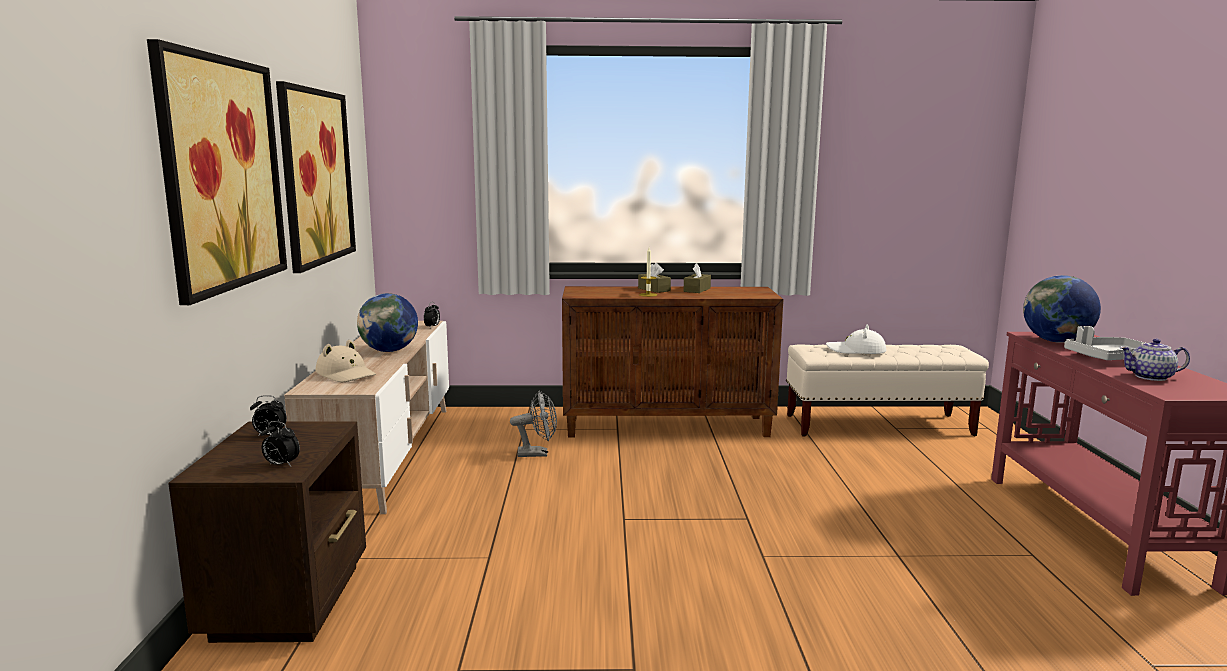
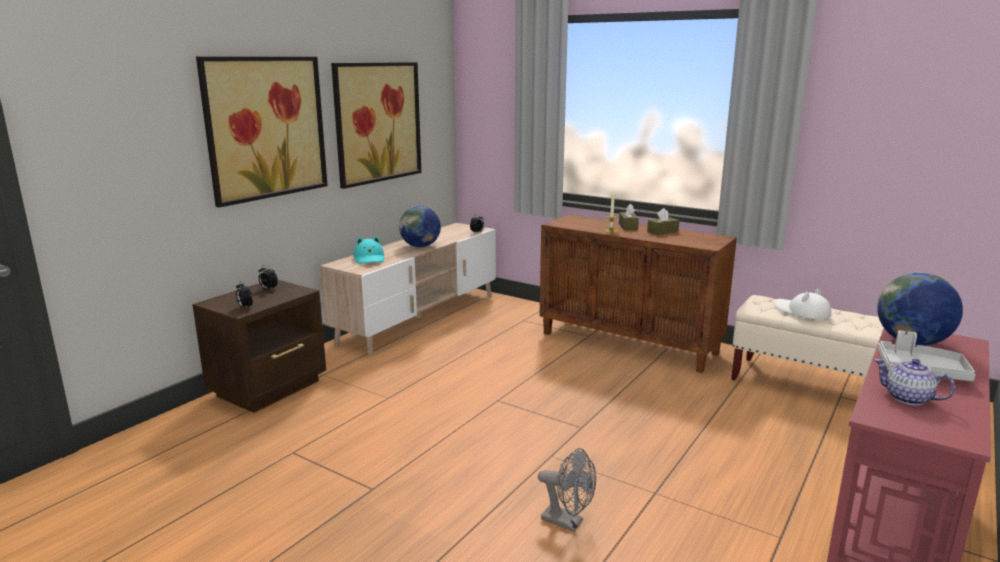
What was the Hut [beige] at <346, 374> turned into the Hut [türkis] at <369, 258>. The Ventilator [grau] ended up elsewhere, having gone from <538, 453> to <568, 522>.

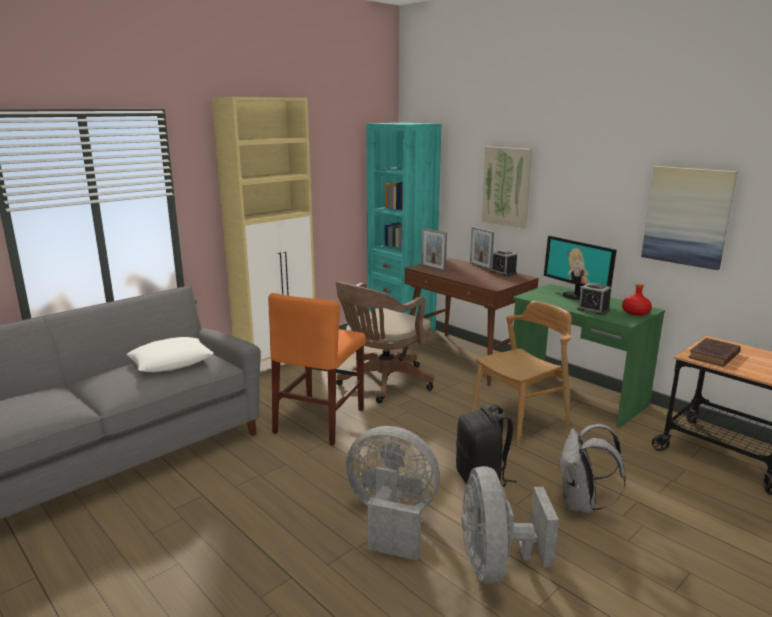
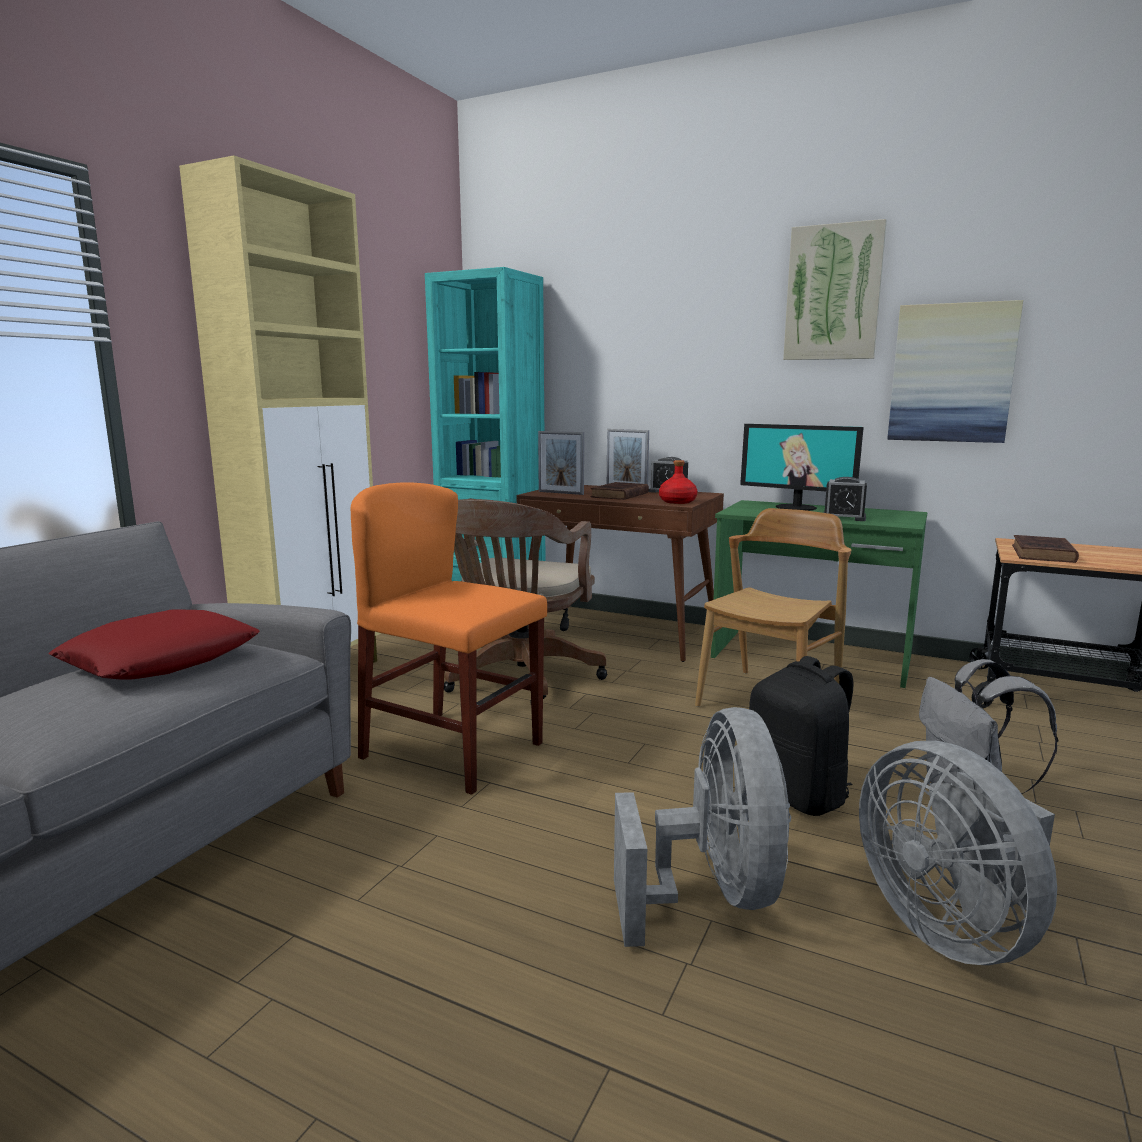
The Bild ended up elsewhere, having gone from <507, 186> to <833, 293>. The Flasche [rot] ended up elsewhere, having gone from <635, 312> to <677, 501>. The Stuhl [orange] at <320, 420> ended up facing another way, 120 degrees clockwise from before. What was the Kissen [weiß] at <171, 361> turned into the Kissen [rot] at <162, 659>. The Ventilator [grau] at <391, 520> ended up facing another way, 90 degrees clockwise from before. The second view gained the Buch [braun] at <619, 495>.

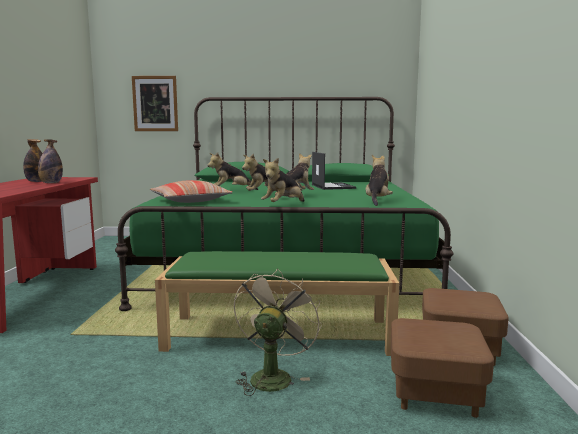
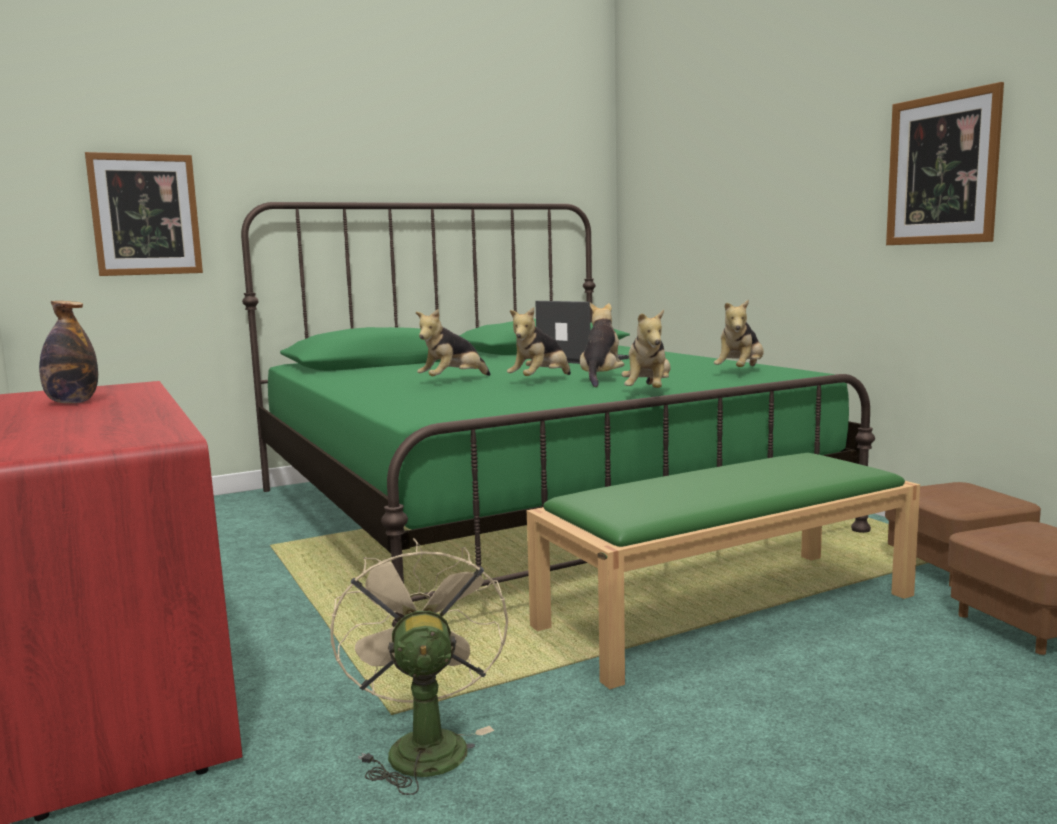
The second view lost the Flasche at <51, 183>. The Plüschtier at <377, 201> ended up facing another way, 135 degrees counterclockwise from before. The second view lost the Kissen at <190, 201>. The Ventilator [beige] ended up elsewhere, having gone from <272, 376> to <423, 744>. The second view gained the Bild at <942, 169>.

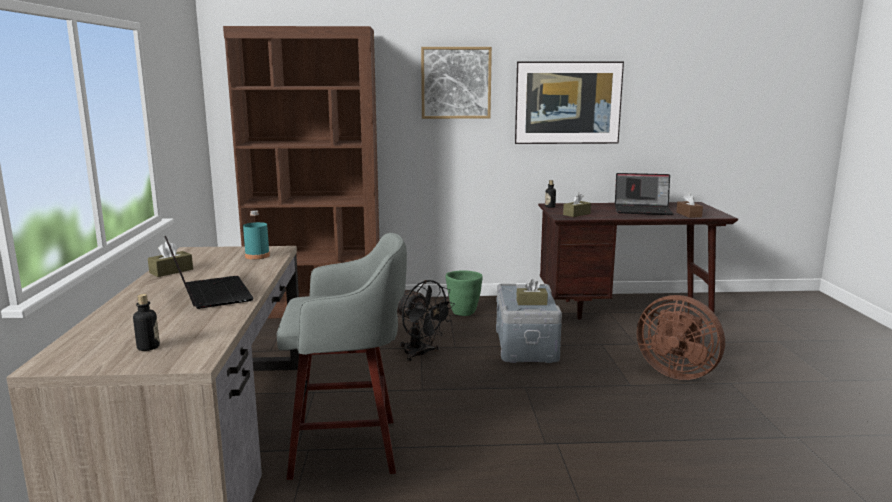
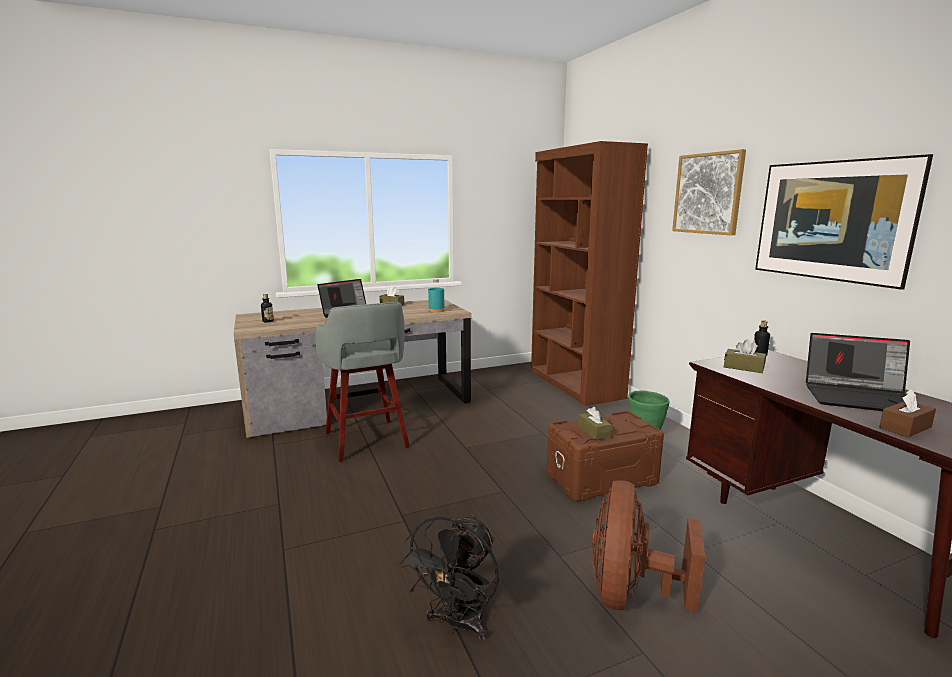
The Laptop at <643, 210> ended up facing another way, 60 degrees counterclockwise from before. The Ventilator [schwarz] ended up elsewhere, having gone from <421, 354> to <457, 624>. What was the Aufbewahrungsbox [grau] at <527, 345> turned into the Aufbewahrungsbox [braun] at <602, 479>.

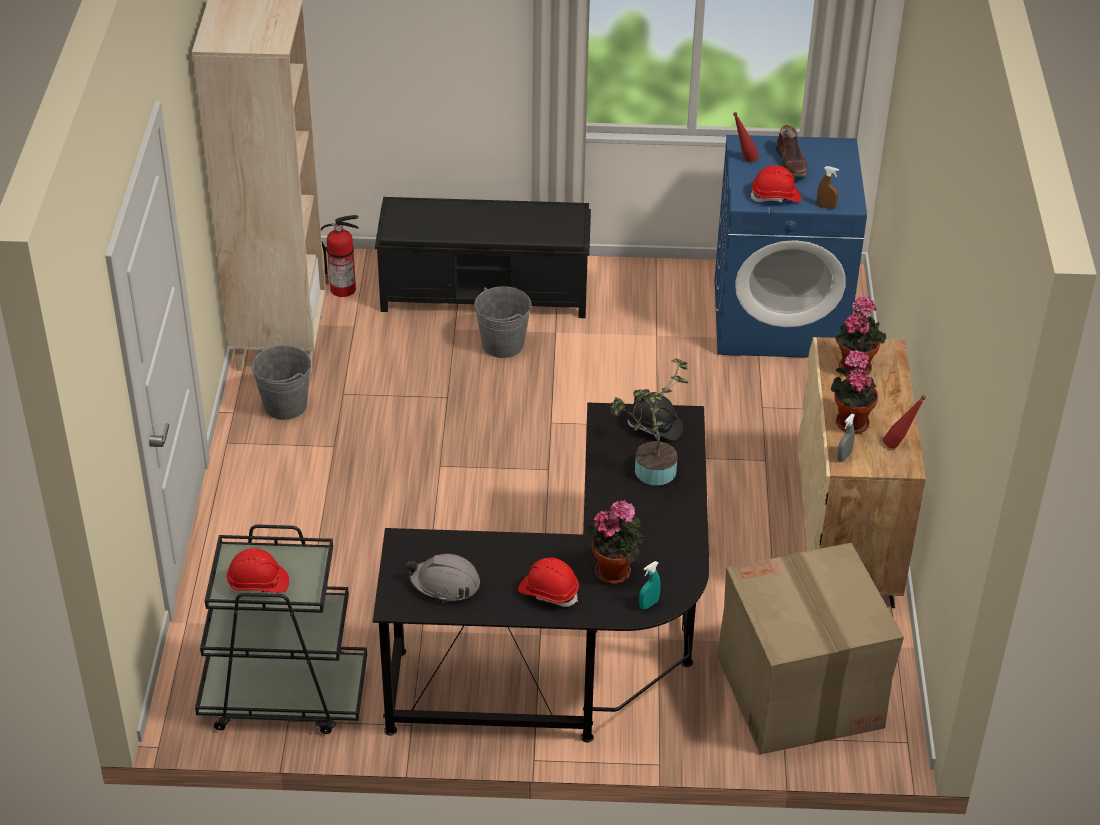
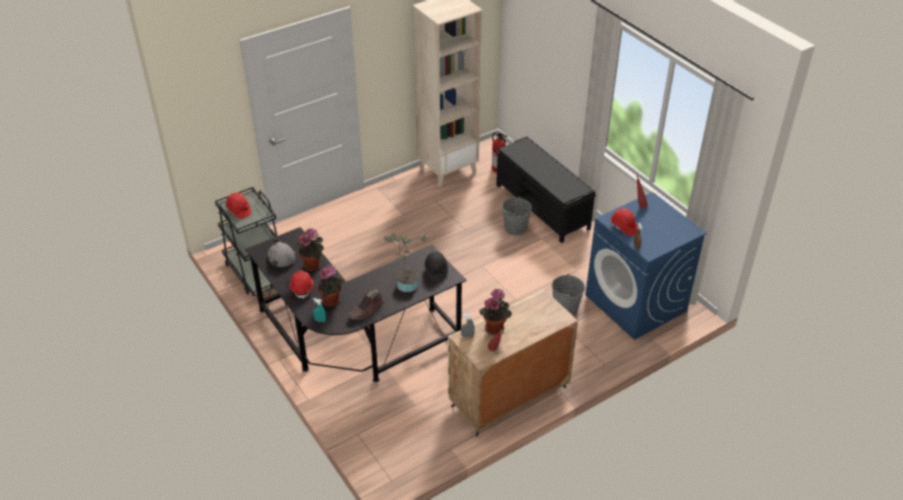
The Stiefel [braun] ended up elsewhere, having gone from <792, 163> to <366, 310>. The Topfpflanze ended up elsewhere, having gone from <854, 366> to <313, 264>. The Eimer [grau] ended up elsewhere, having gone from <285, 405> to <565, 308>. The second view lost the Karton at <800, 692>.

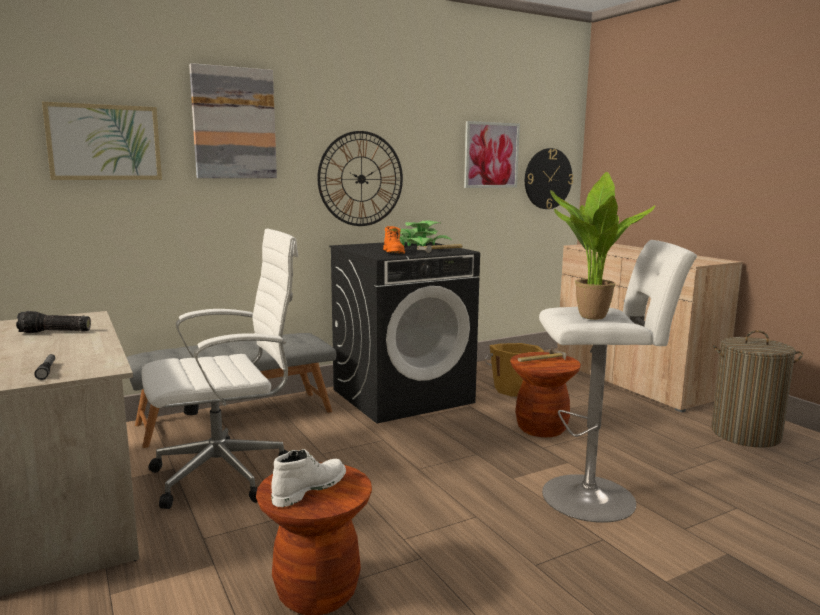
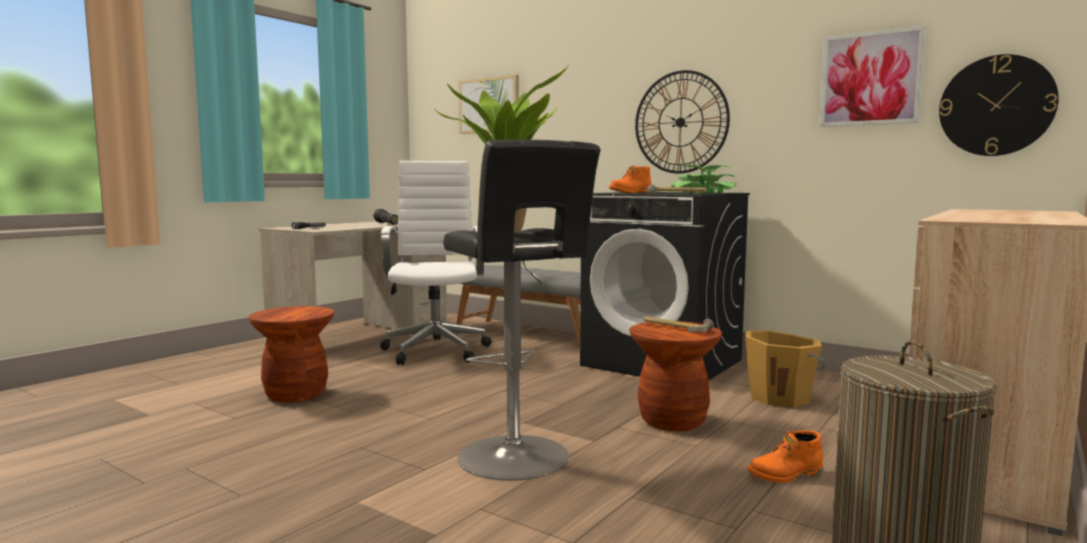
The second view lost the Bild at <234, 123>. The Bürostuhl [weiß] at <227, 474> ended up facing another way, 135 degrees counterclockwise from before. What was the Hocker [weiß] at <595, 497> turned into the Hocker [schwarz] at <517, 459>. The second view lost the Stiefel [weiß] at <309, 489>. The second view gained the Stiefel [orange] at <786, 475>.

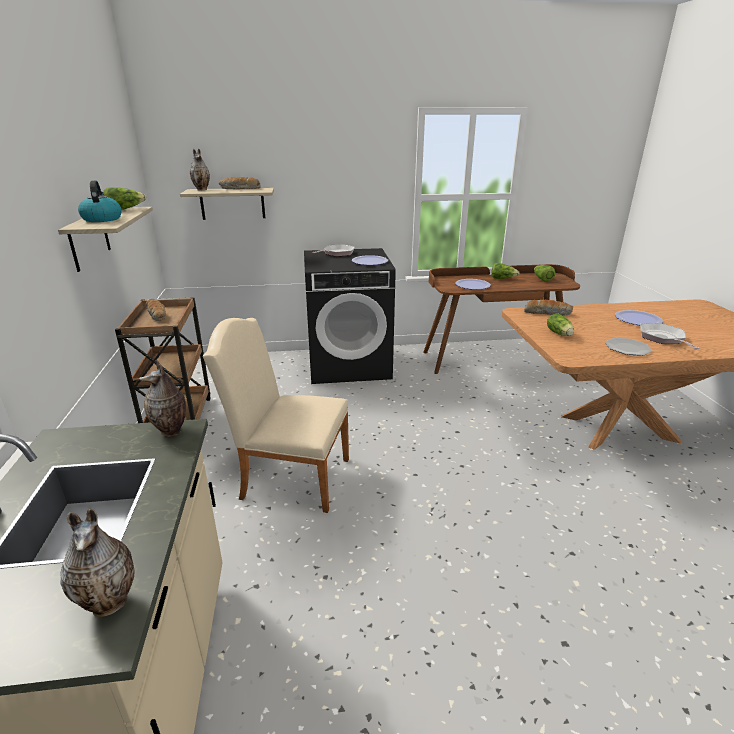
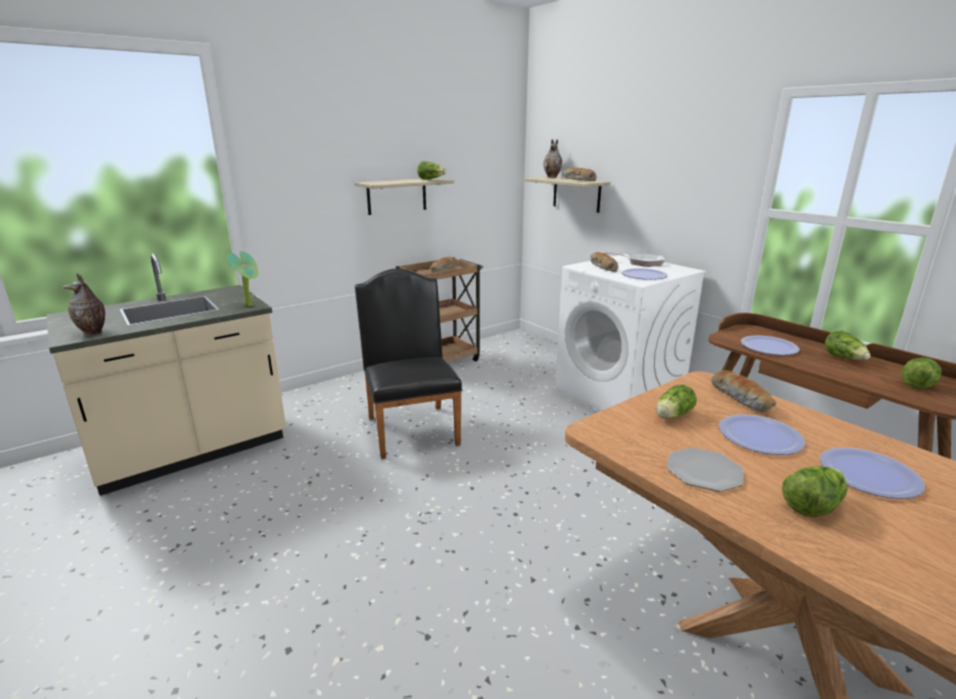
The second view lost the Wasserkessel at <102, 219>. What was the Waschmaschine [schwarz] at <349, 364> turned into the Waschmaschine [weiß] at <619, 393>. What was the Stuhl [beige] at <289, 476> turned into the Stuhl [schwarz] at <411, 427>. Where the Pfanne stood at <663, 338>, the Salatkopf came to stand at <812, 505>. Where the Vase stood at <172, 431>, the Topfpflanze came to stand at <250, 305>. The second view gained the Brot at <602, 267>. The second view gained the Teller at <760, 436>.

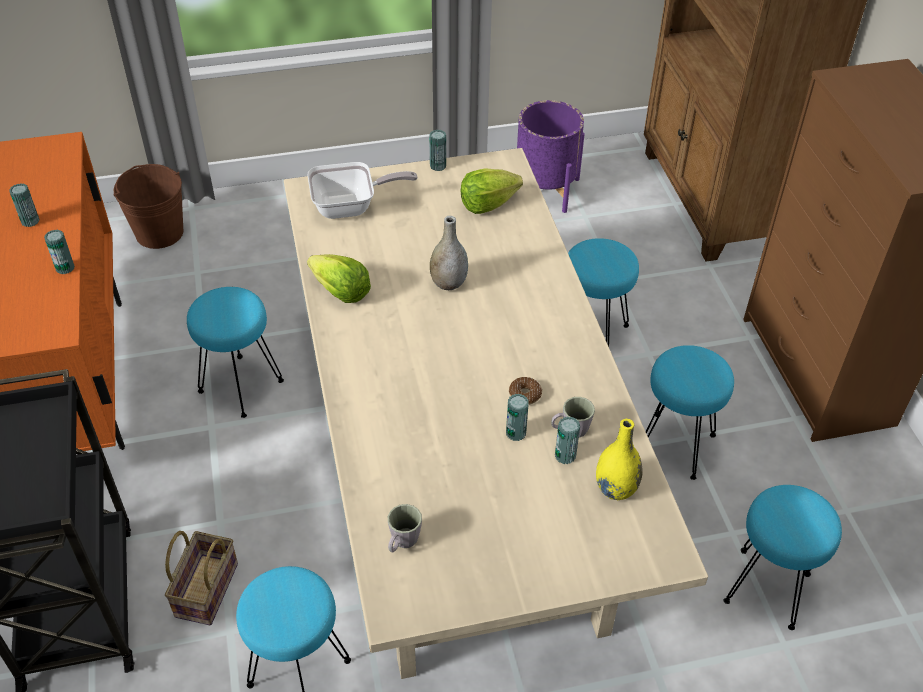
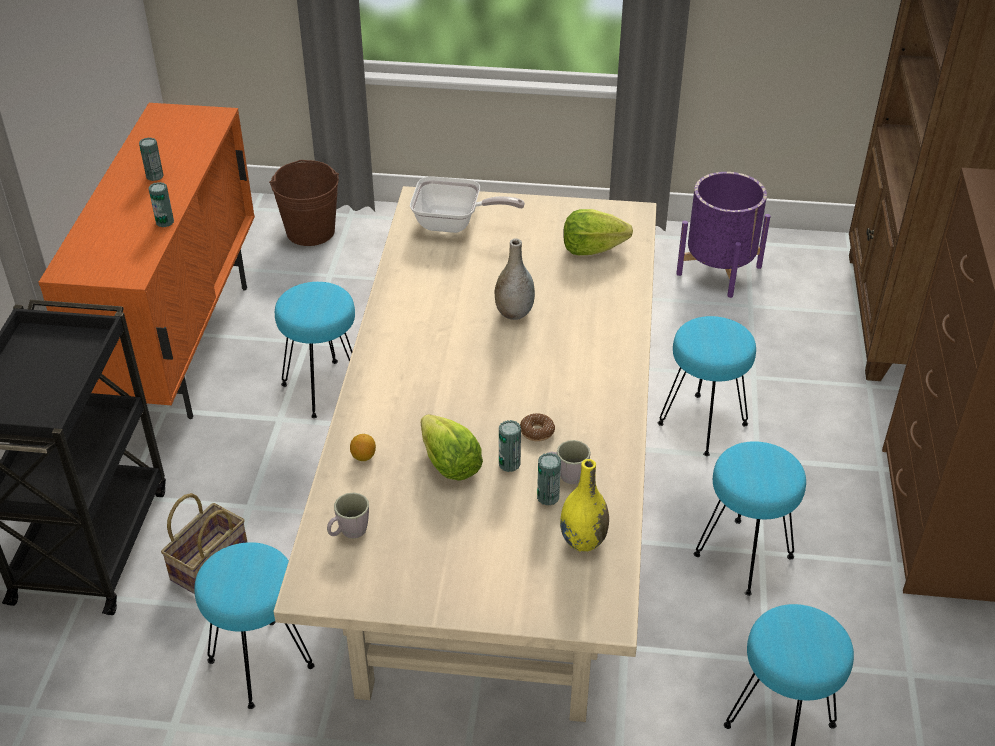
The second view lost the Dose at <438, 166>. The Salatkopf ended up elsewhere, having gone from <340, 292> to <449, 464>. The second view gained the Zitrone at <363, 456>.

